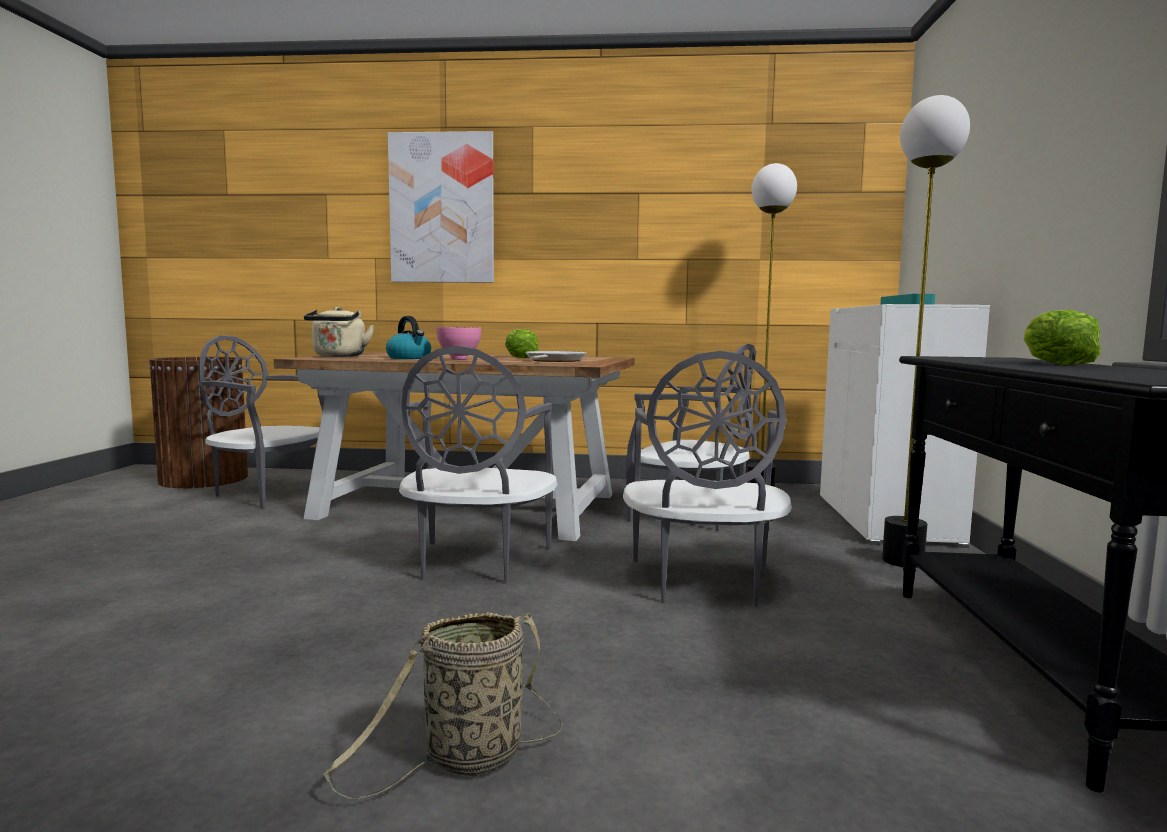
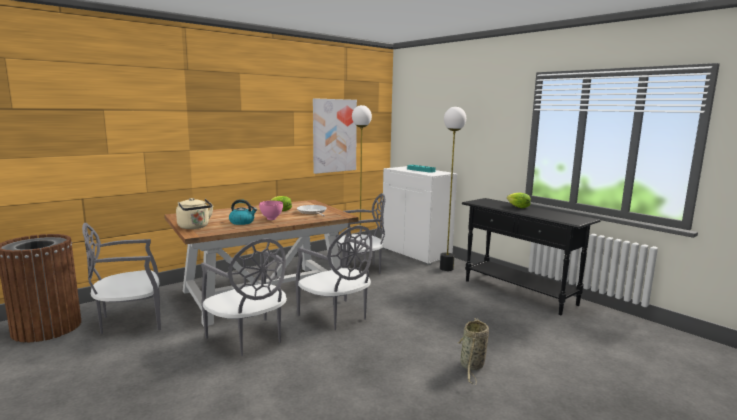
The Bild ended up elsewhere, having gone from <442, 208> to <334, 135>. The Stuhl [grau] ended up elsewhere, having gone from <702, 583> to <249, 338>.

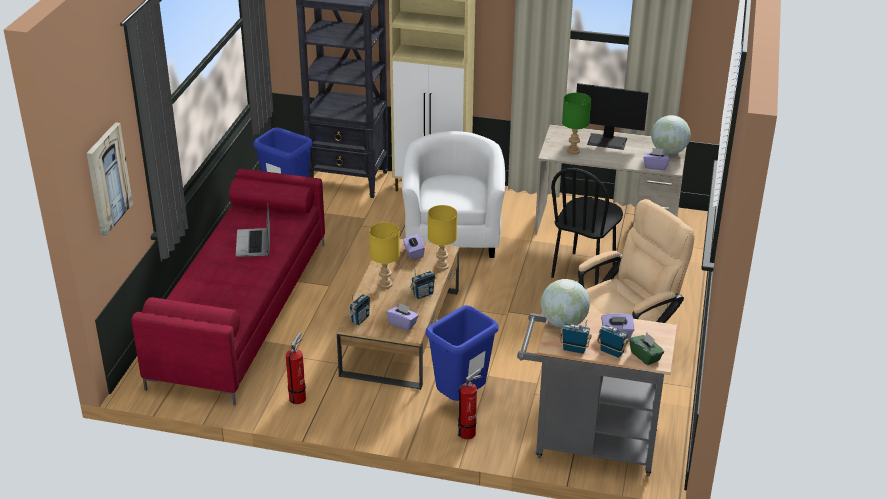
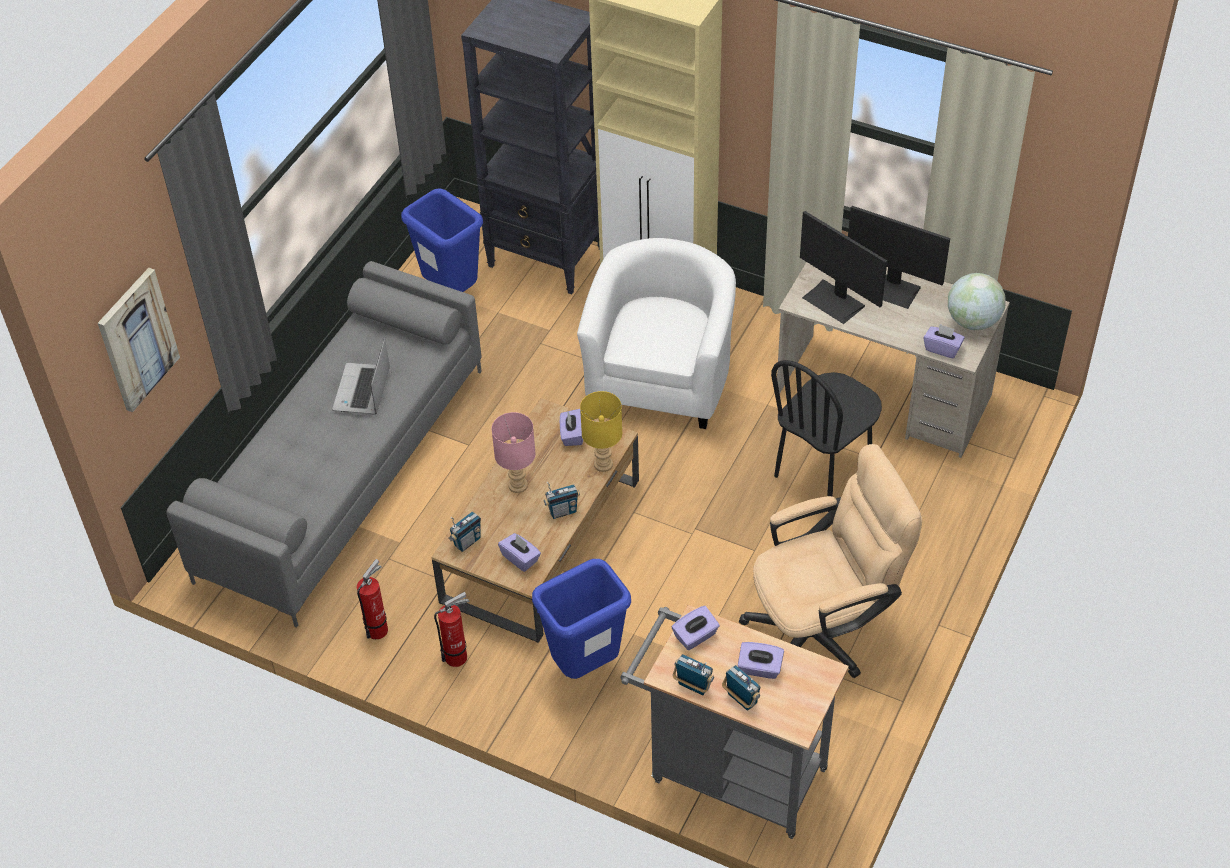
Where the Tischlampe [grün] stood at <574, 151>, the Monitor came to stand at <834, 301>. What was the Sofa [rot] at <241, 311> turned into the Sofa [grau] at <342, 471>. What was the Tischlampe [gelb] at <385, 284> turned into the Tischlampe [rosa] at <518, 484>. Where the Globus stood at <563, 323>, the Taschentuchbox [lila] came to stand at <695, 636>. The second view lost the Taschentuchbox [grün] at <645, 356>. The Feuerlöscher ended up elsewhere, having gone from <469, 432> to <459, 656>.

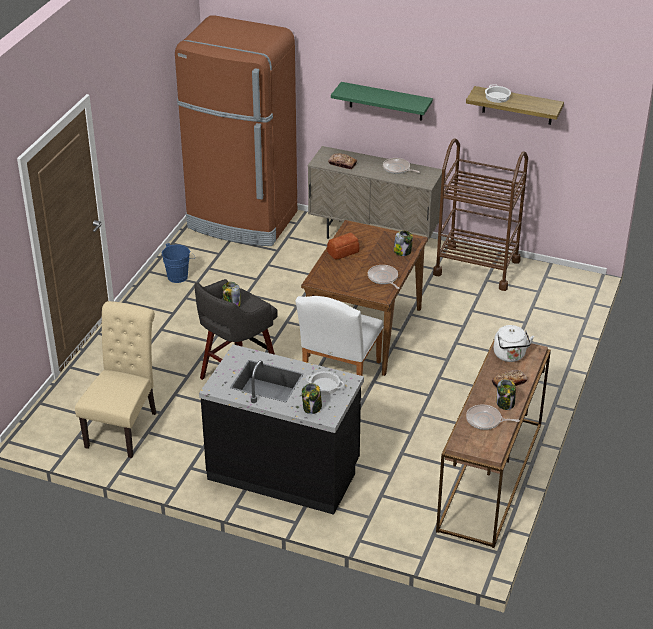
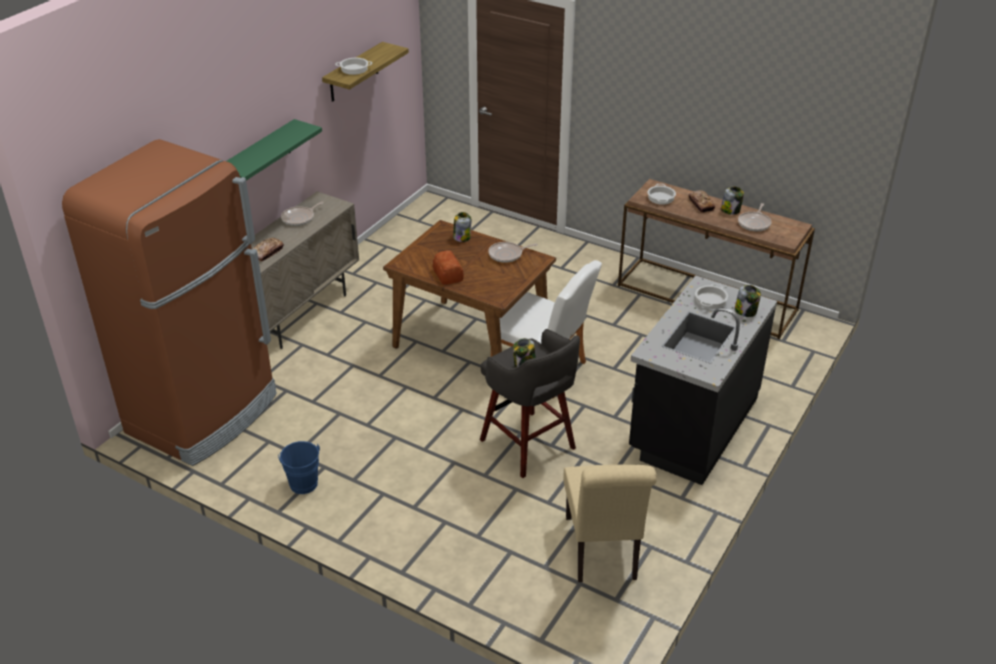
The second view lost the Rollwagen [braun] at <476, 267>. The Stuhl [beige] at <124, 426> ended up facing another way, 120 degrees counterclockwise from before. Where the Wasserkessel [weiß] stood at <510, 356>, the Kochtopf came to stand at <661, 198>.

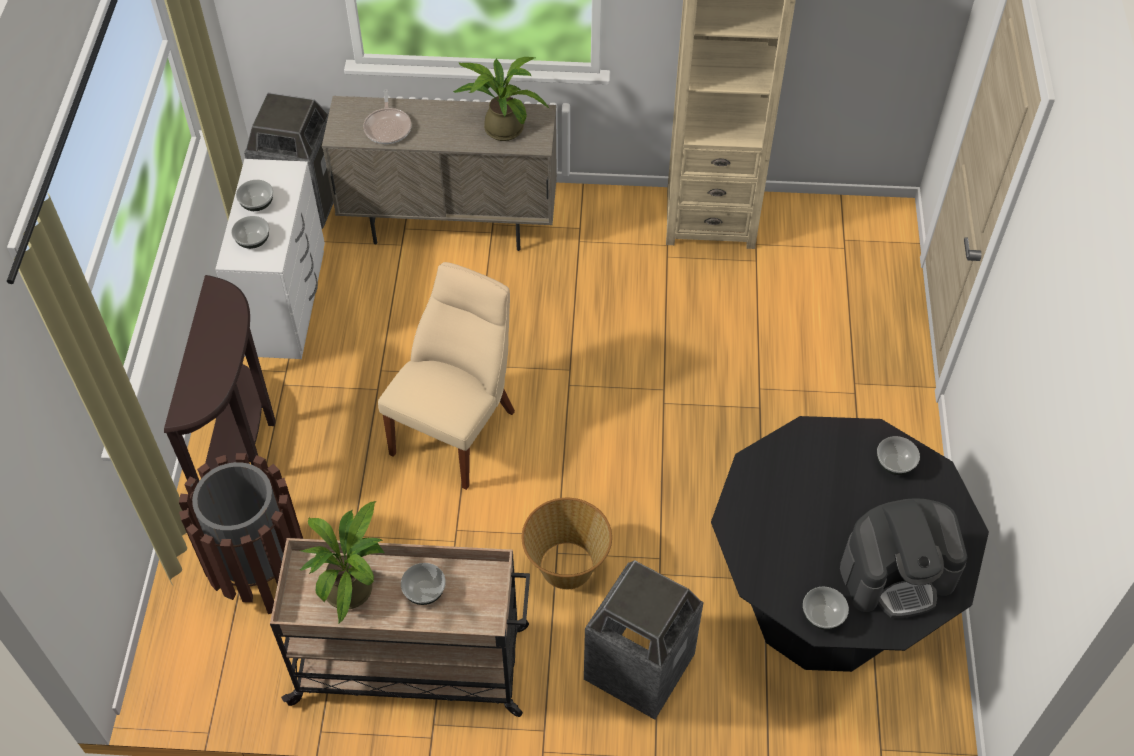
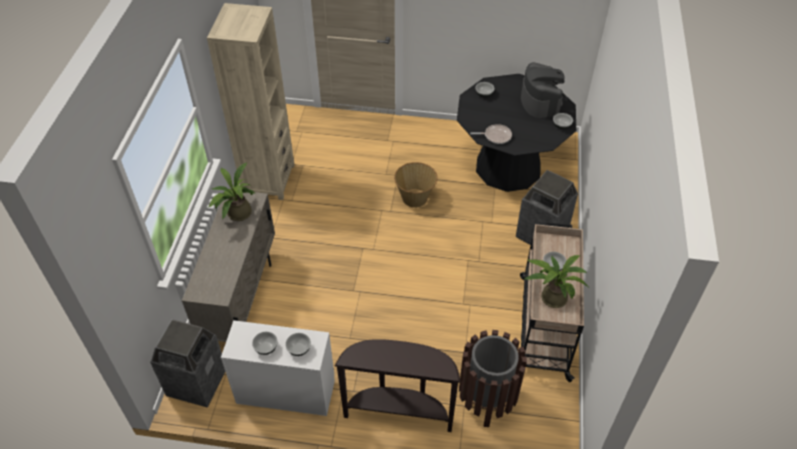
The Pfanne ended up elsewhere, having gone from <388, 127> to <496, 136>. The second view lost the Stuhl [beige] at <457, 428>. The Korb ended up elsewhere, having gone from <566, 566> to <415, 198>.

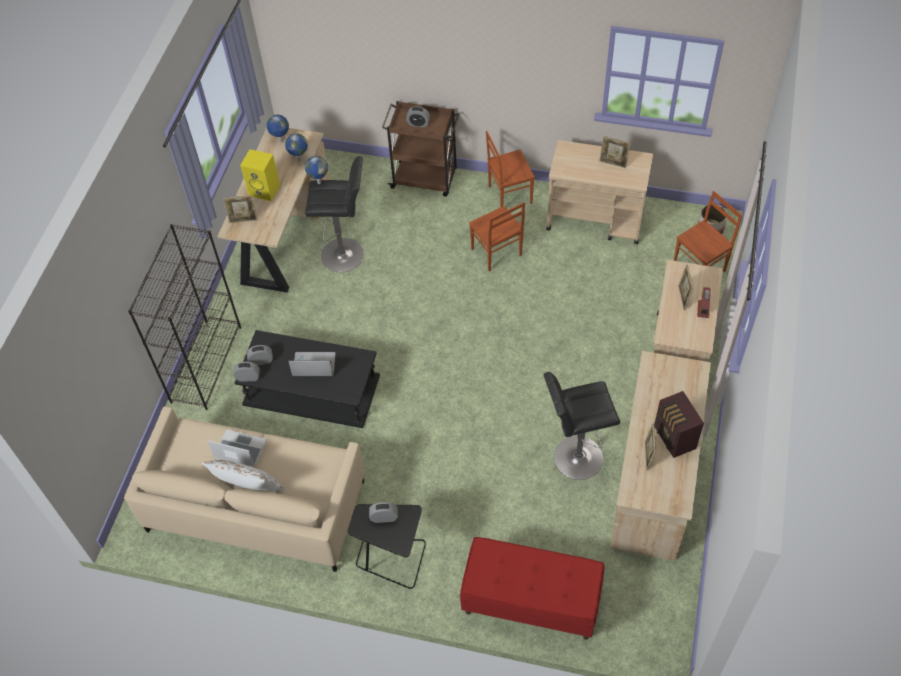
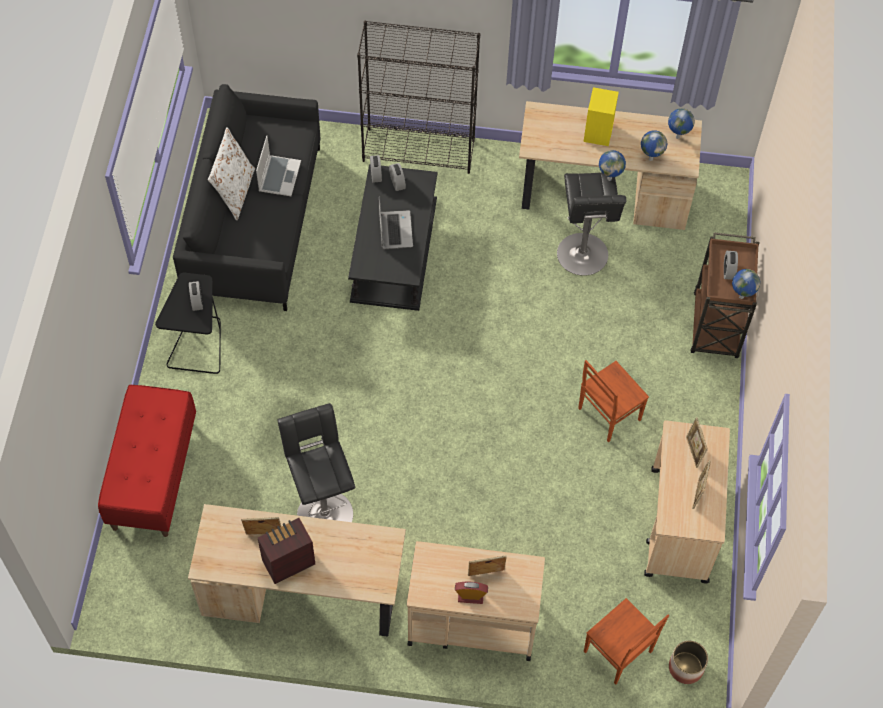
The second view lost the Stuhl [braun] at <509, 194>. The Bilderrahmen ended up elsewhere, having gone from <243, 220> to <693, 452>. What was the Sofa [beige] at <256, 505> turned into the Sofa [schwarz] at <254, 221>. The second view gained the Globus at <741, 296>.

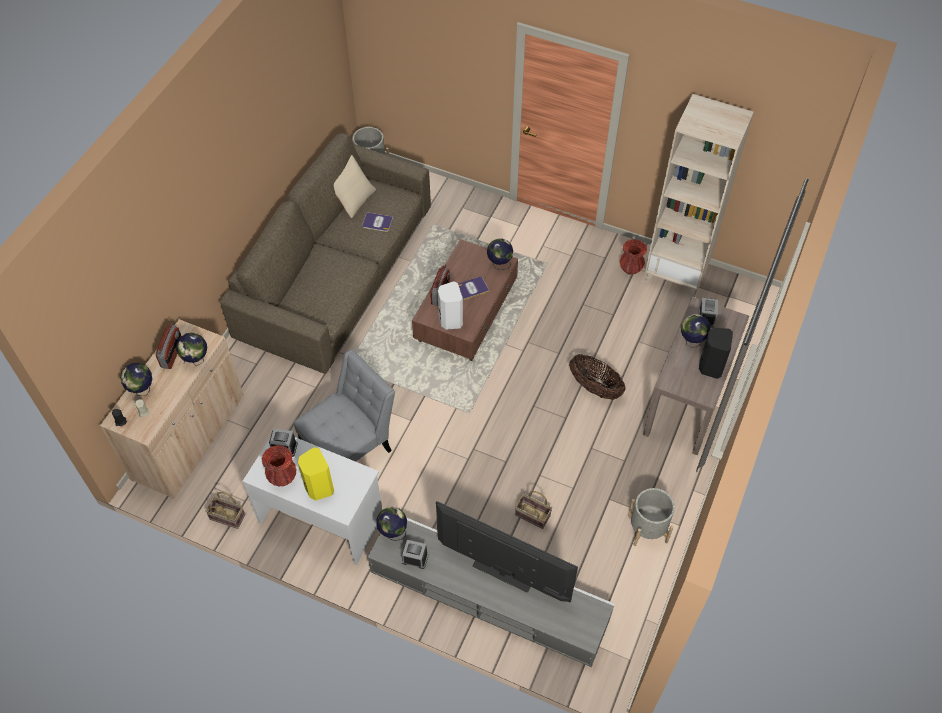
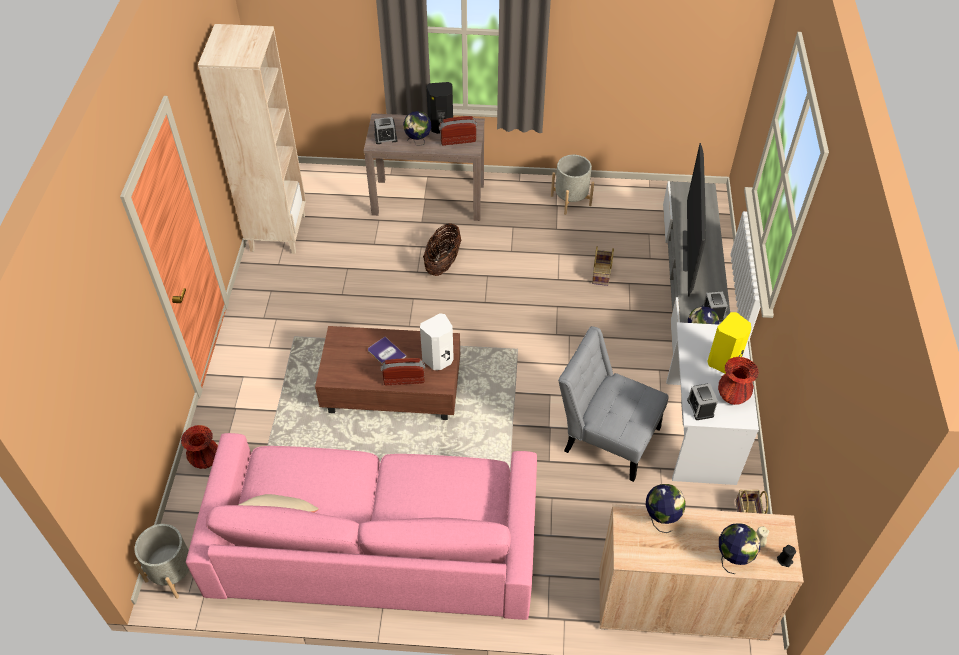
What was the Sofa [braun] at <337, 272> turned into the Sofa [rosa] at <375, 542>. The second view lost the Buch at <377, 222>. The second view lost the Globus at <499, 264>. The Vase [rot] ended up elsewhere, having gone from <630, 268> to <205, 460>. The Radio ended up elsewhere, having gone from <172, 354> to <458, 140>.

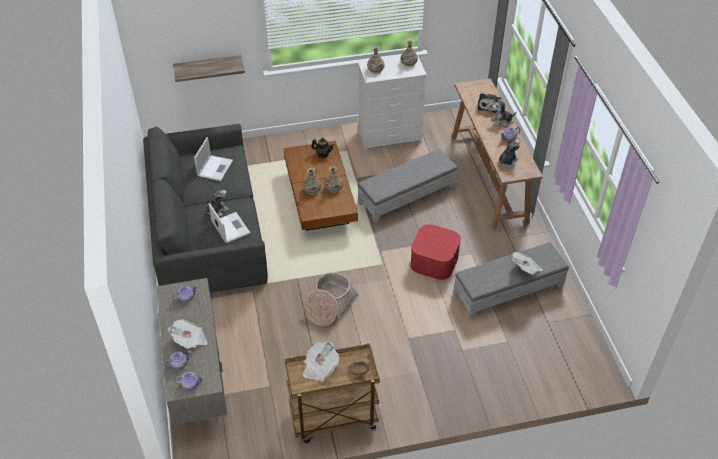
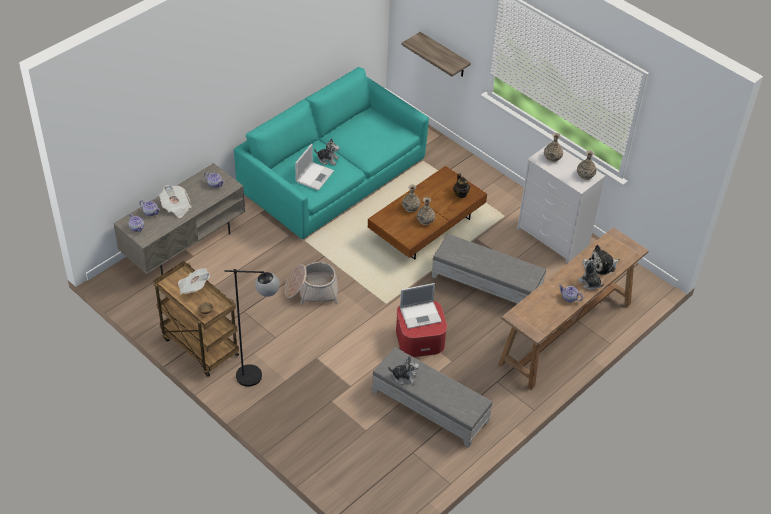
What was the Sofa [grau] at <207, 228> turned into the Sofa [türkis] at <332, 174>. The Laptop ended up elsewhere, having gone from <215, 168> to <421, 314>. The Plüschtier ended up elsewhere, having gone from <507, 161> to <404, 377>. The second view lost the Zeitung at <526, 269>. The second view gained the Stehlampe [schwarz] at <258, 376>.

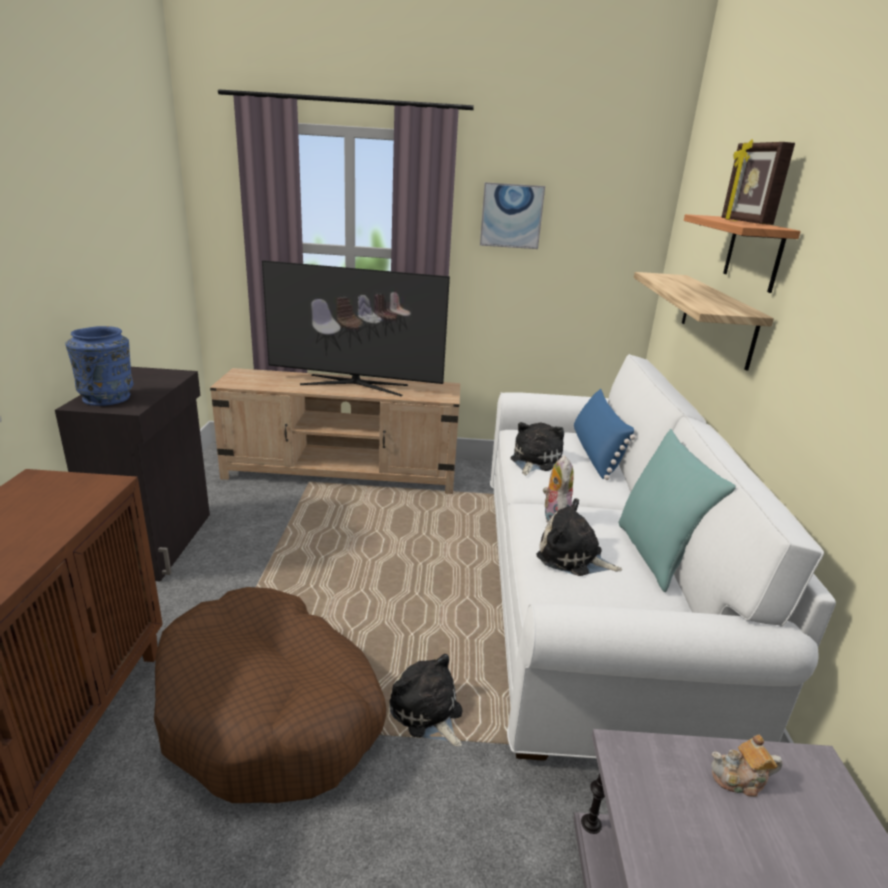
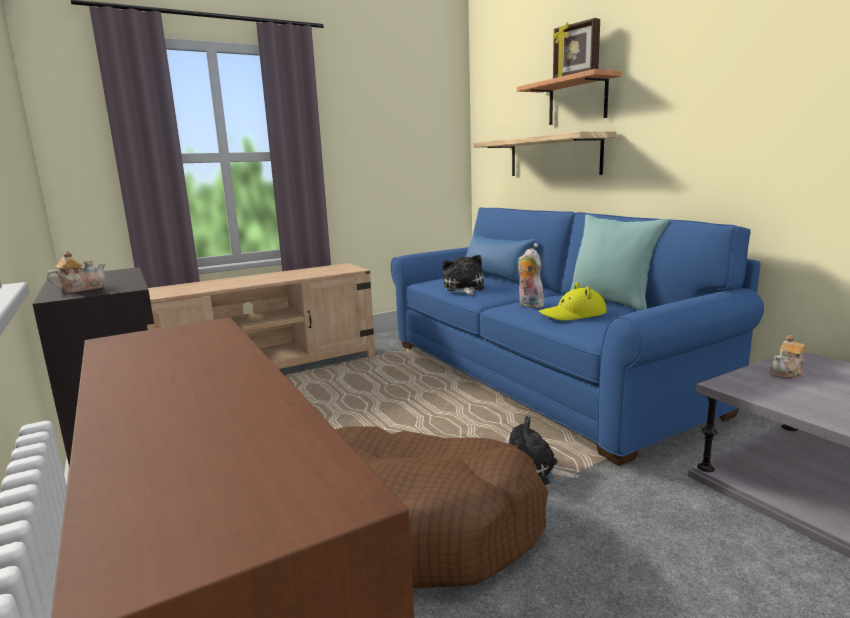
The second view lost the Bild at <511, 216>. The second view lost the Fernseher at <354, 385>. Where the Vase [blau] stood at <108, 398>, the Teekanne came to stand at <81, 289>. What was the Sofa [weiß] at <587, 591> turned into the Sofa [blau] at <539, 375>. Where the Plüschtier stood at <573, 557>, the Hut [gelb] came to stand at <573, 314>.

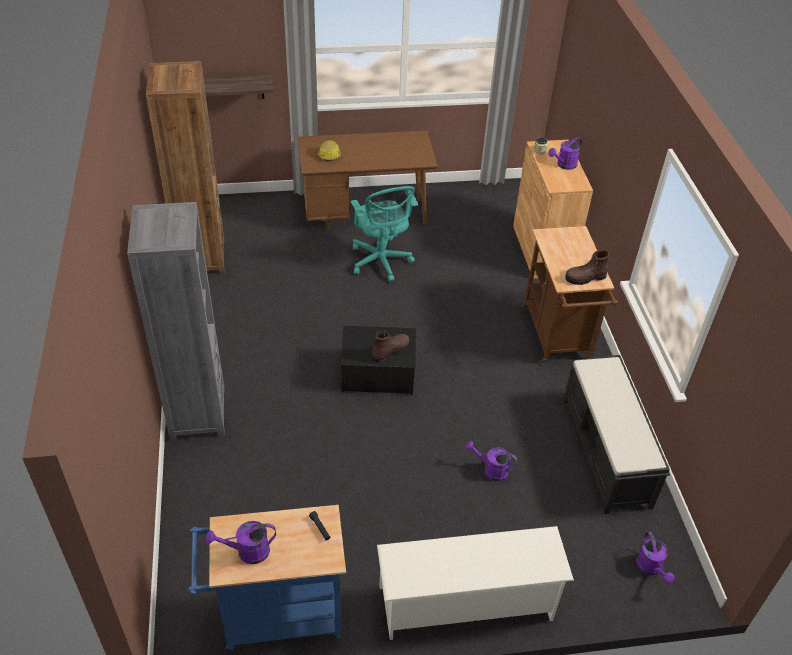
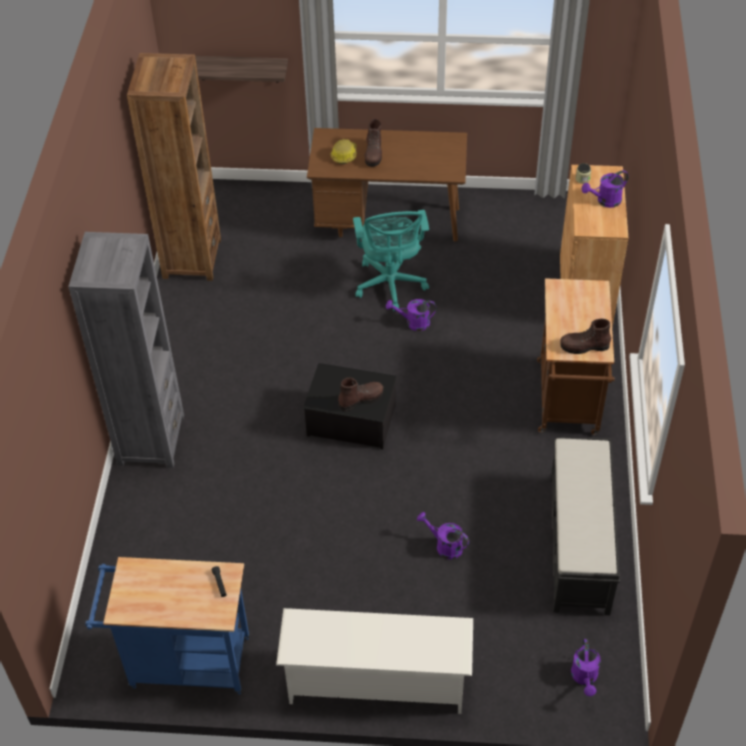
The Gießkanne [lila] ended up elsewhere, having gone from <247, 552> to <413, 323>. The second view gained the Stiefel [braun] at <373, 154>.

